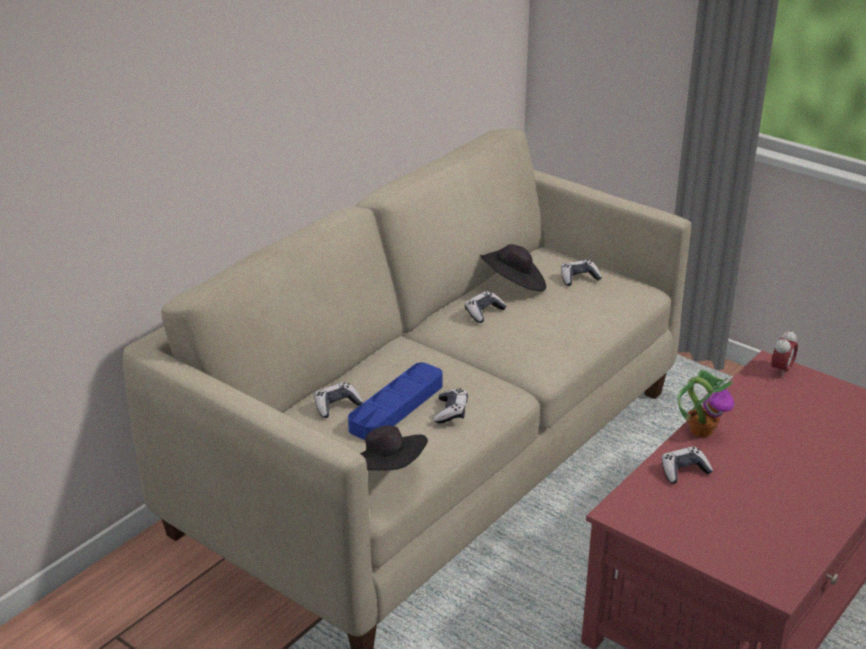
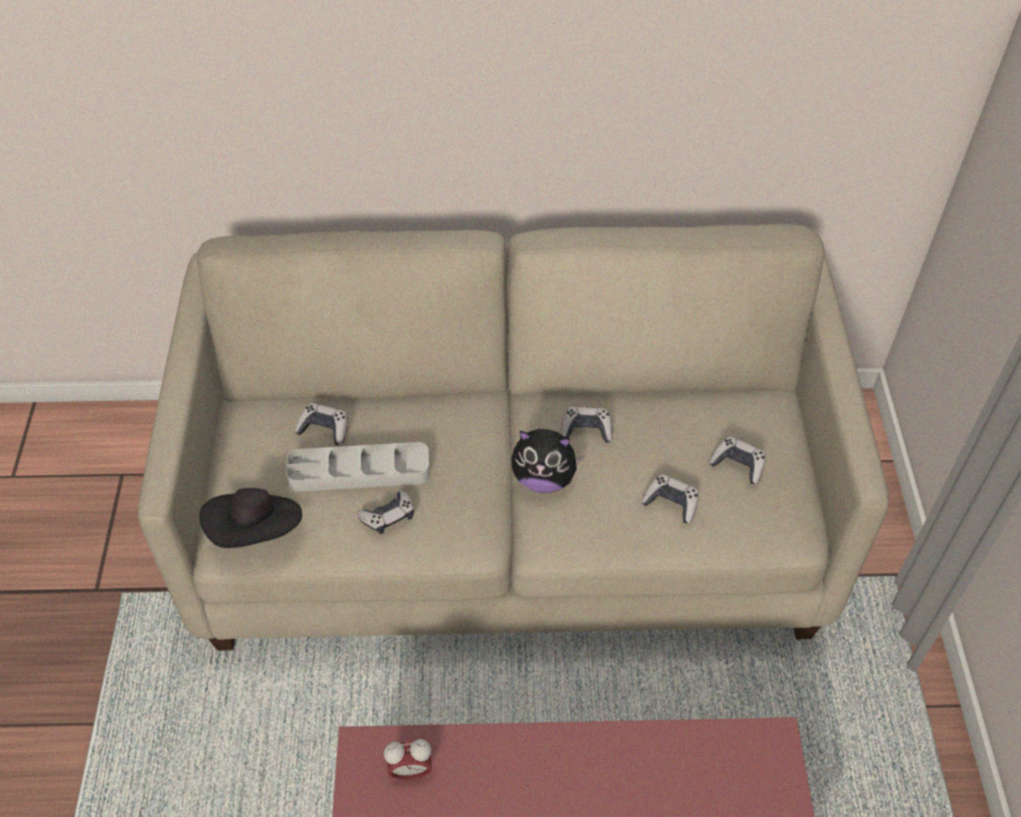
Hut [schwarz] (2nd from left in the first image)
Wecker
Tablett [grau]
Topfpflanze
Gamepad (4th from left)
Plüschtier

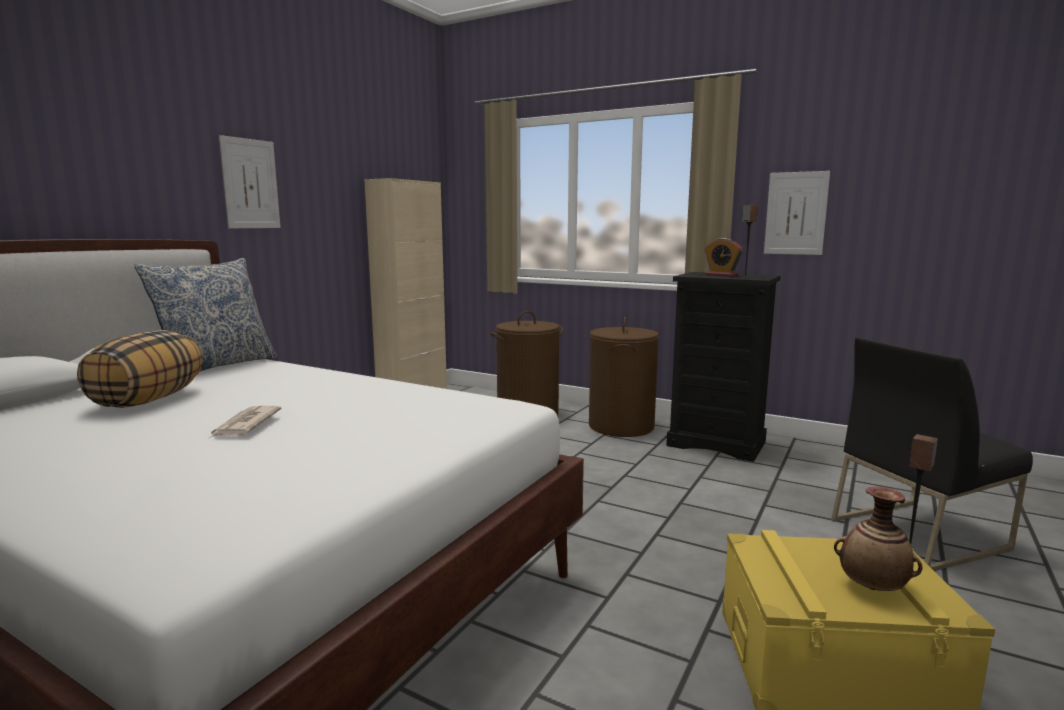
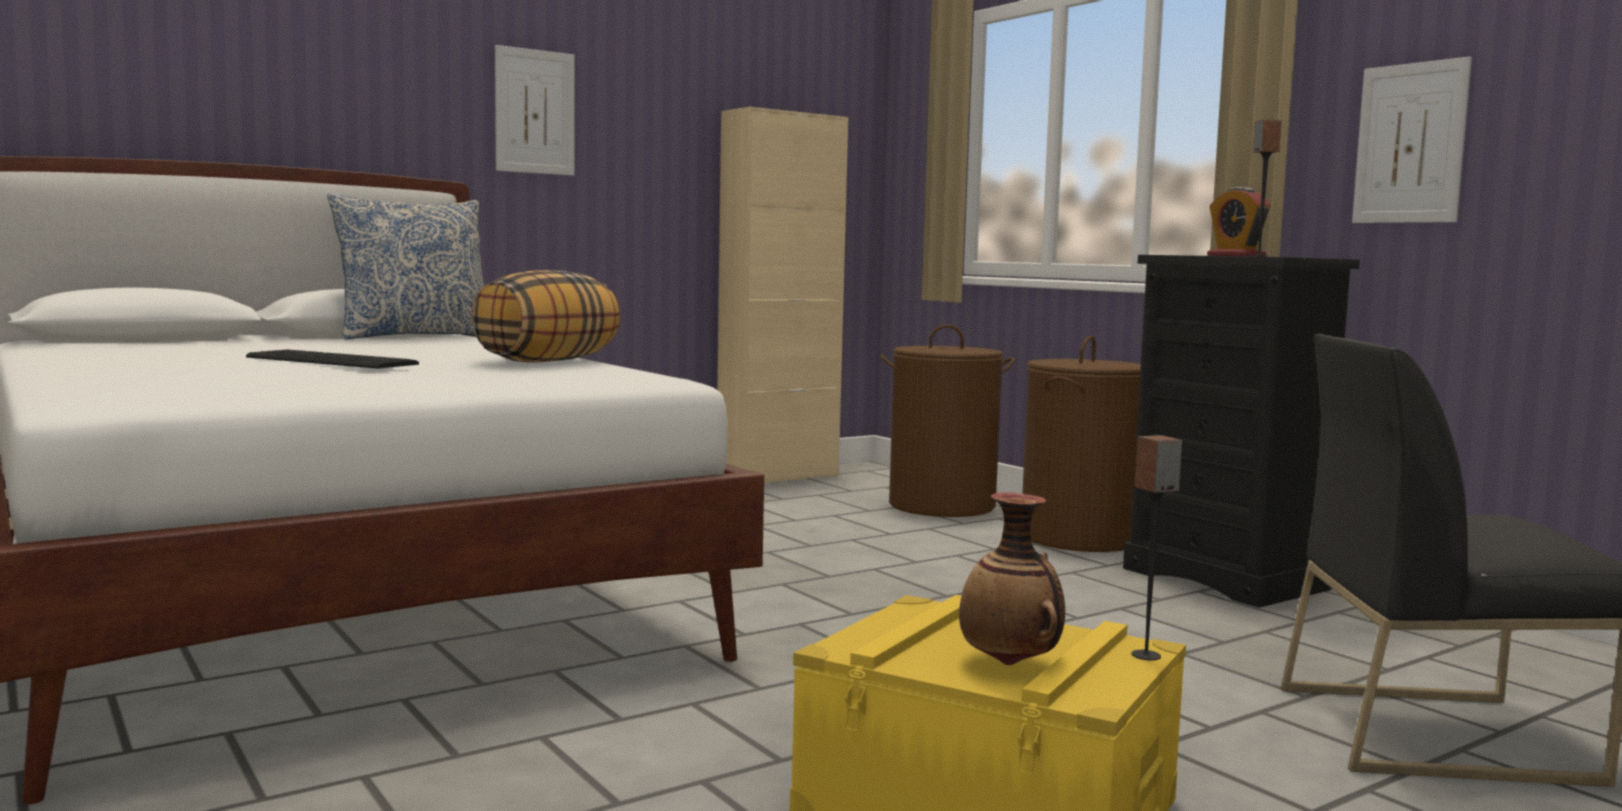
Kissen (2nd from left)
Tastatur

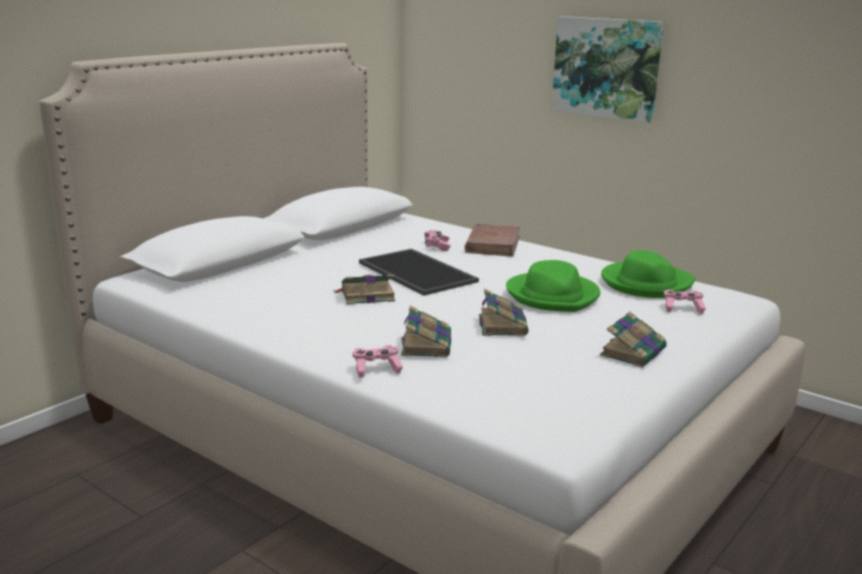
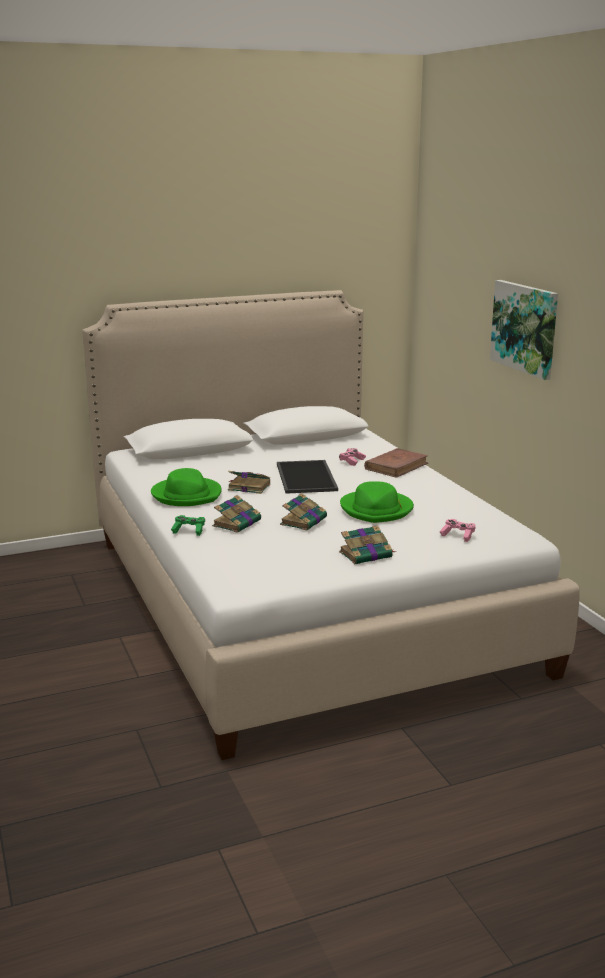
Hut [grün] (1st from left)
Gamepad [grün]

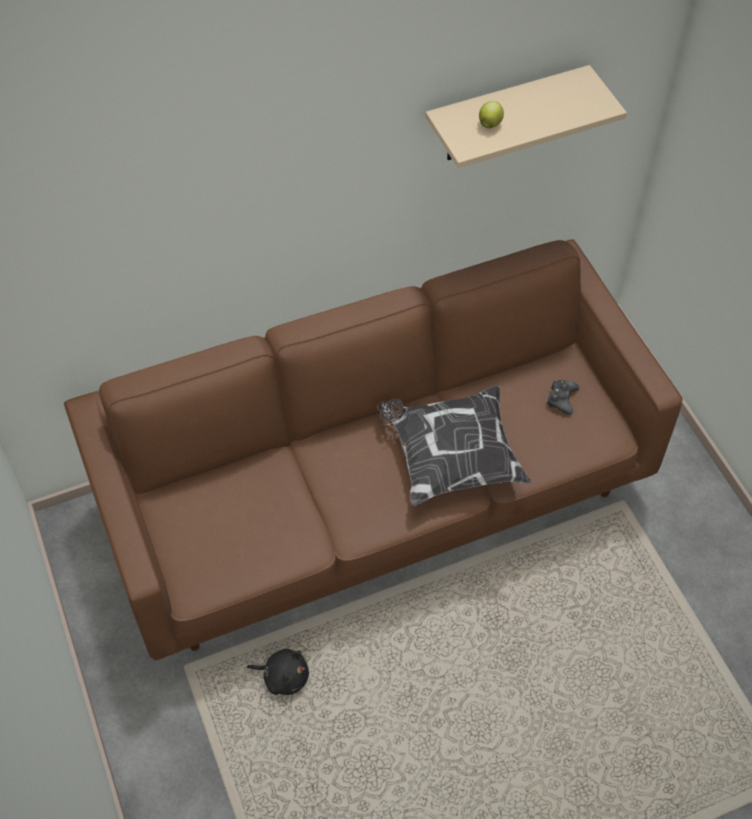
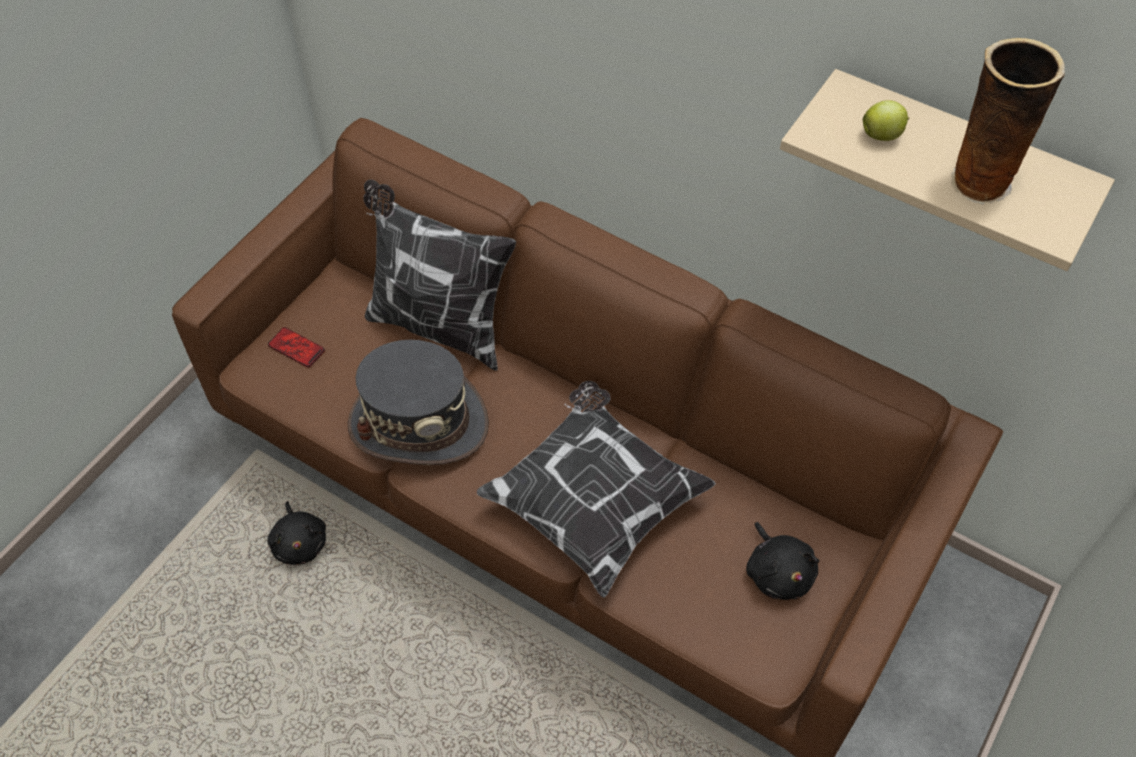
Plüschtier [schwarz] (2nd from left)
Vase
Kissen (1st from left)
Handy
Hut [grau]

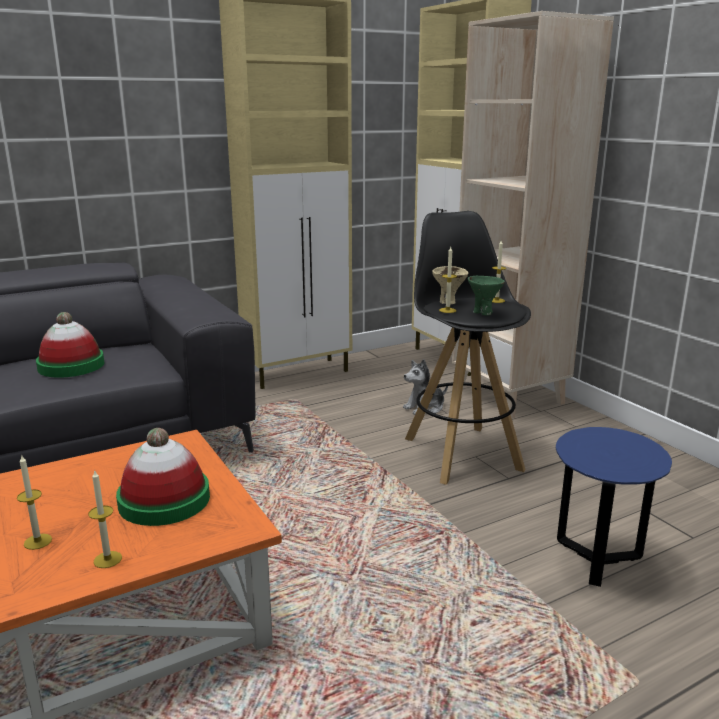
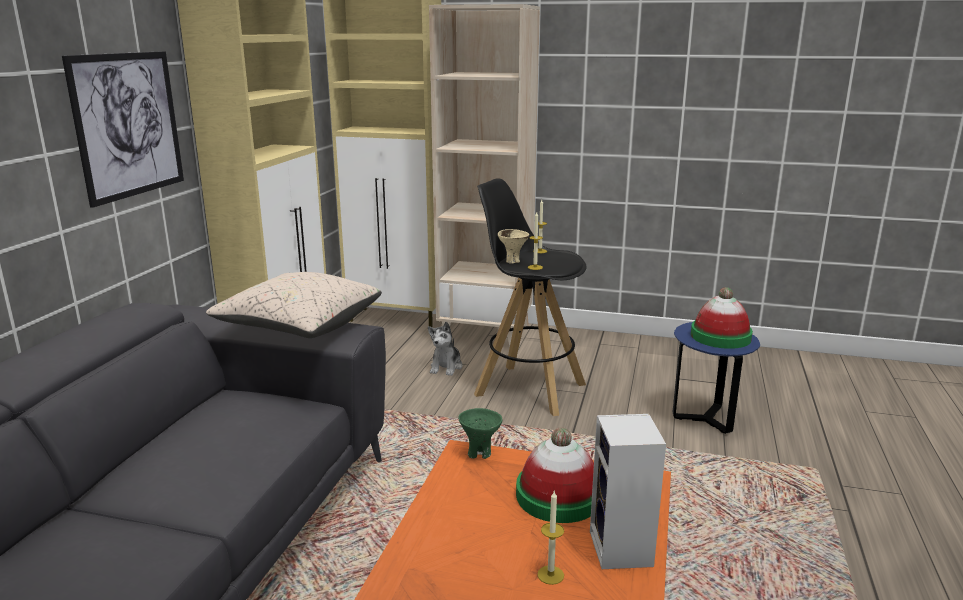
Schüssel [grün]
Hut (2nd from left)
Lautsprecher
Bild
Kissen [beige]

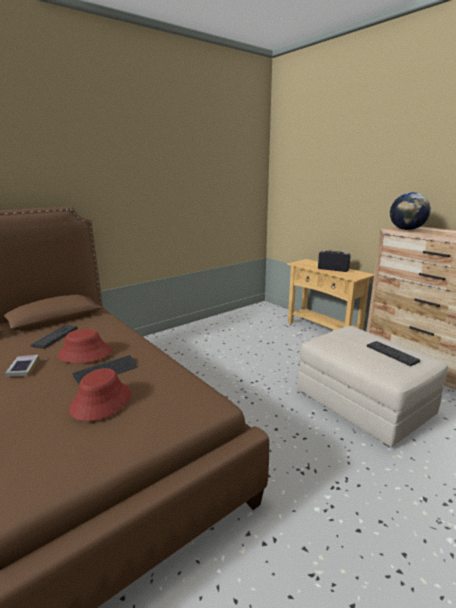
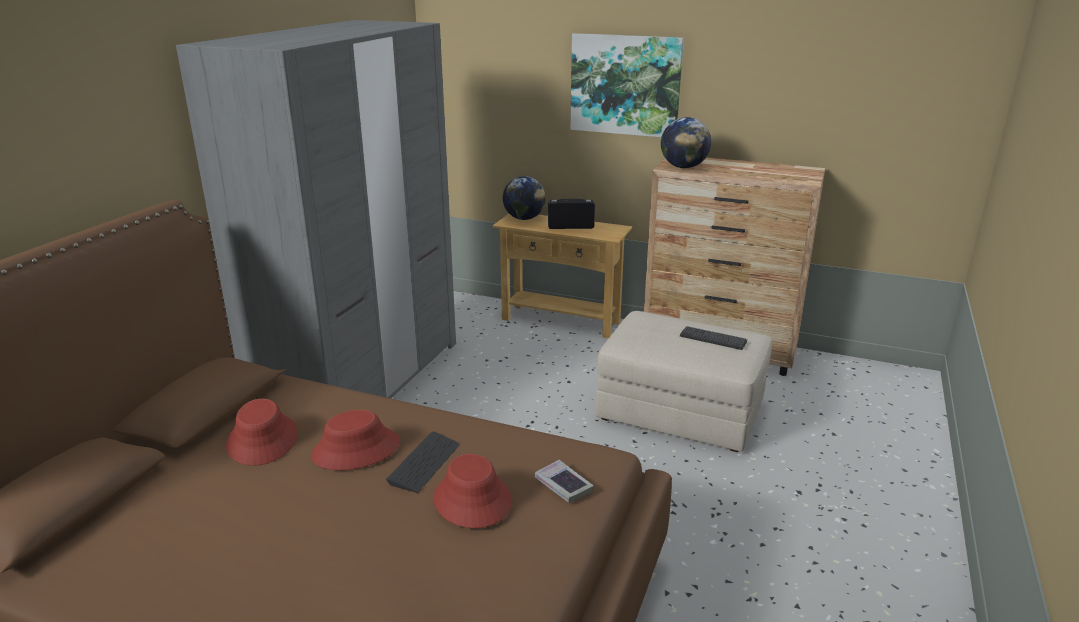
Hut [rot] (1st from left)
Buch
Kleiderschrank [grau]
Bild
Globus (1st from left)

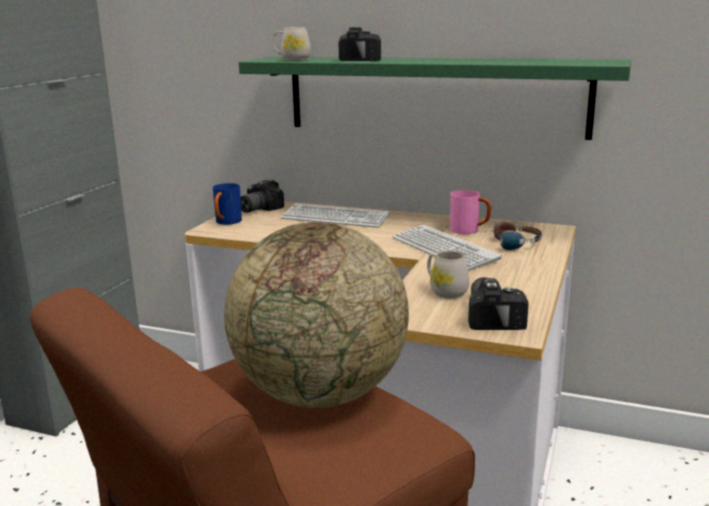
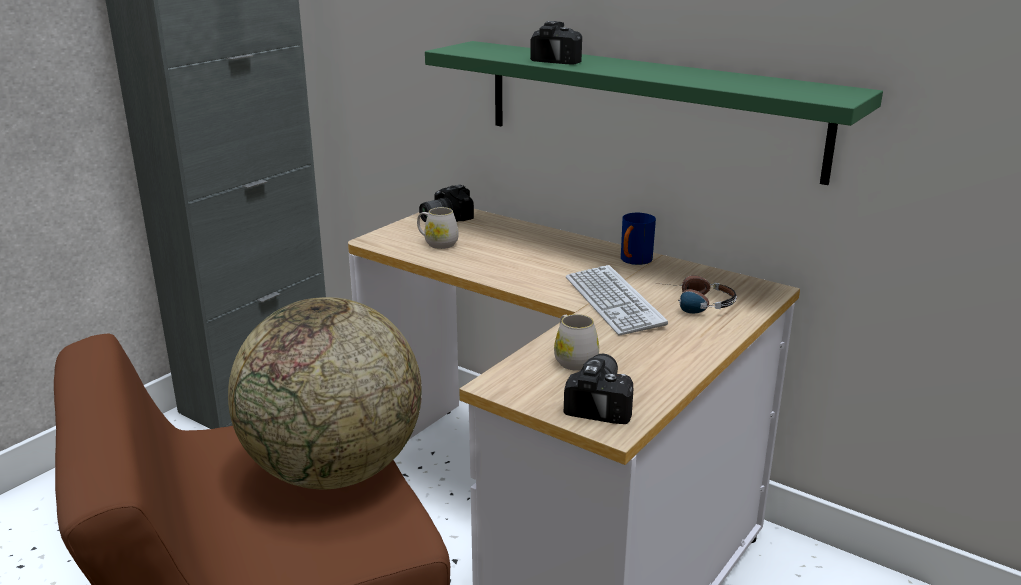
Henkelbecher [weiß] (1st from left)
Henkelbecher [blau]
Henkelbecher [rosa]
Tastatur (1st from left in the first image)

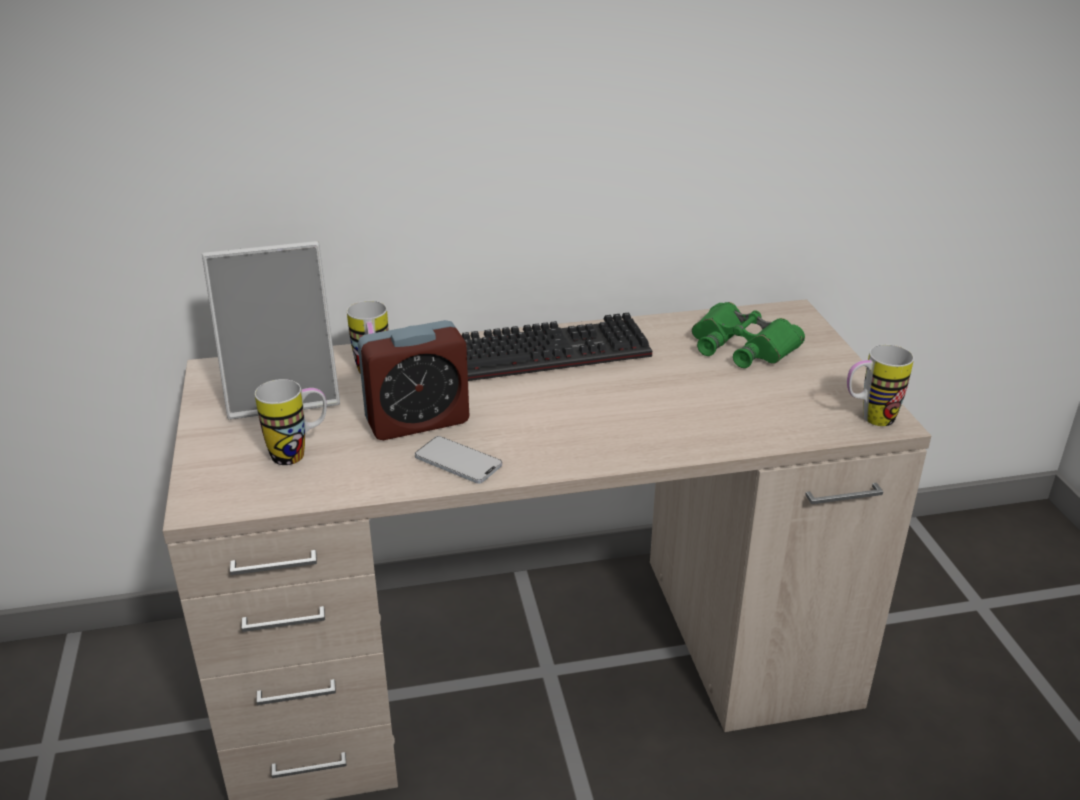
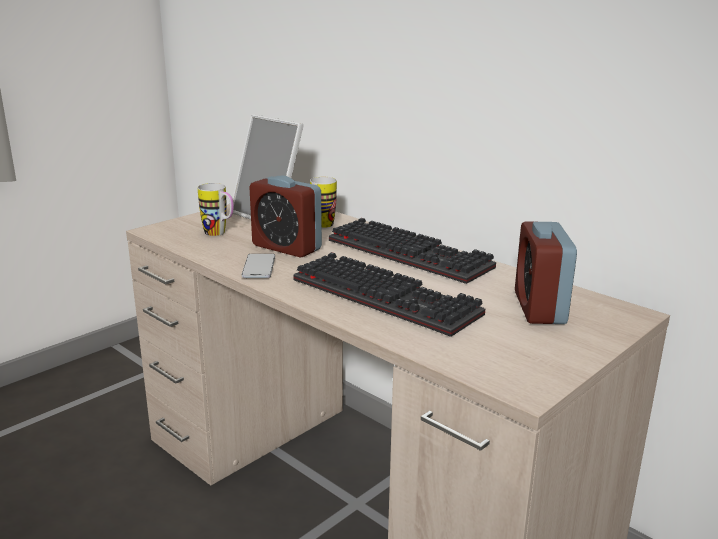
Wecker (2nd from left)
Henkelbecher (3rd from left in the first image)
Tastatur (1st from left)

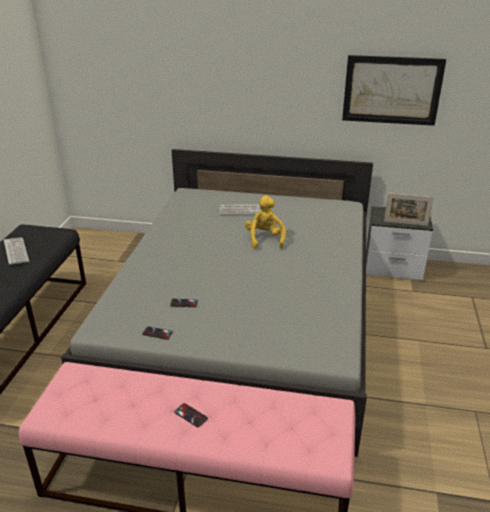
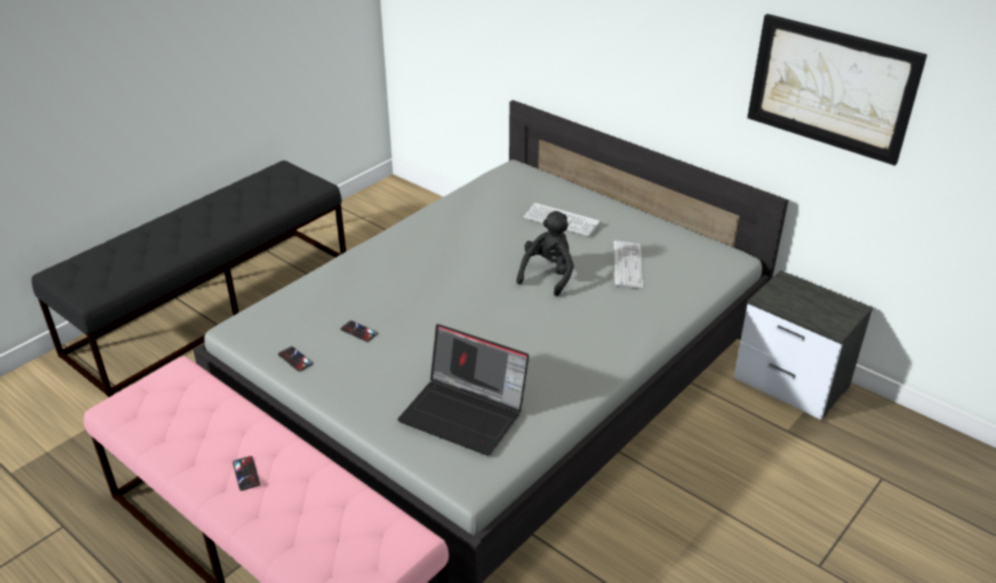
Bilderrahmen
Plüschtier [schwarz]
Tastatur (2nd from left)
Laptop

